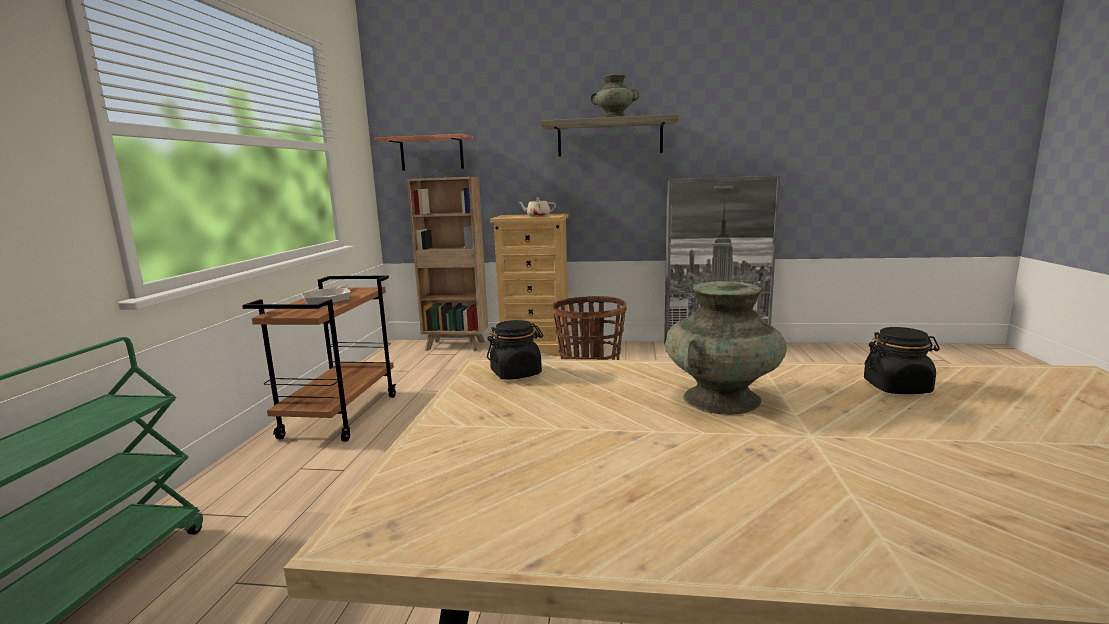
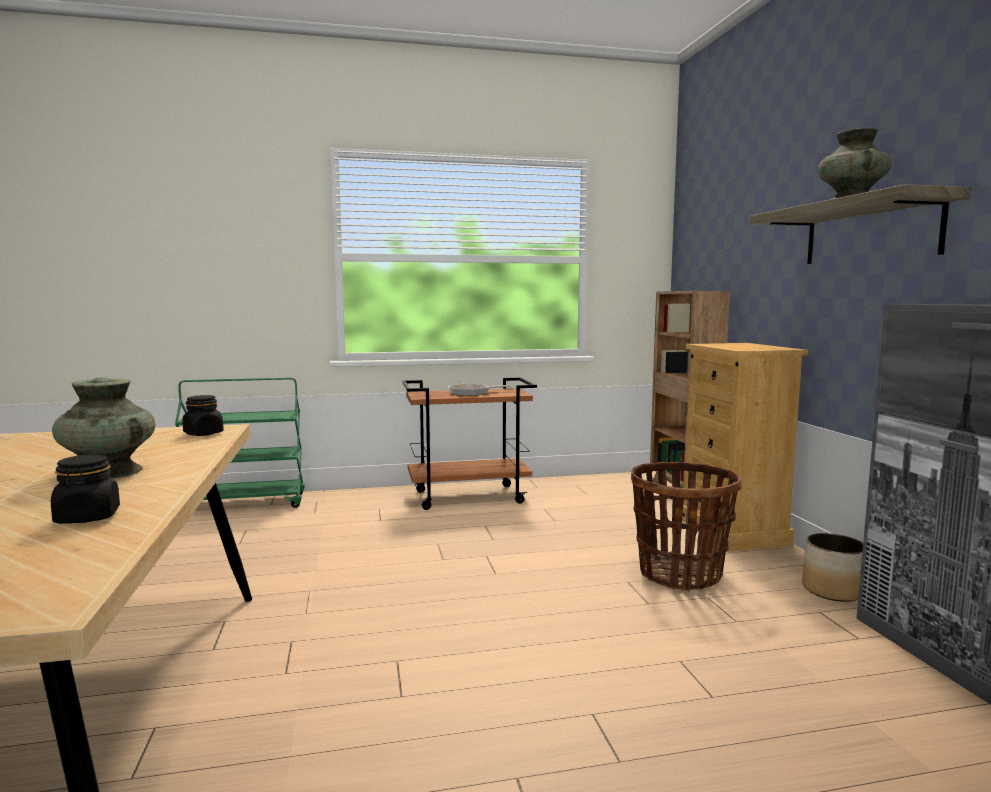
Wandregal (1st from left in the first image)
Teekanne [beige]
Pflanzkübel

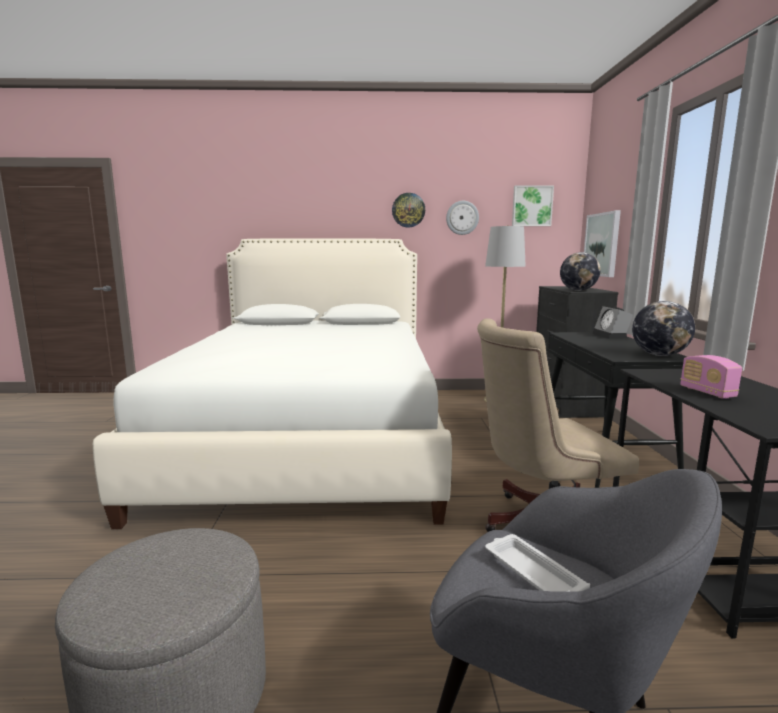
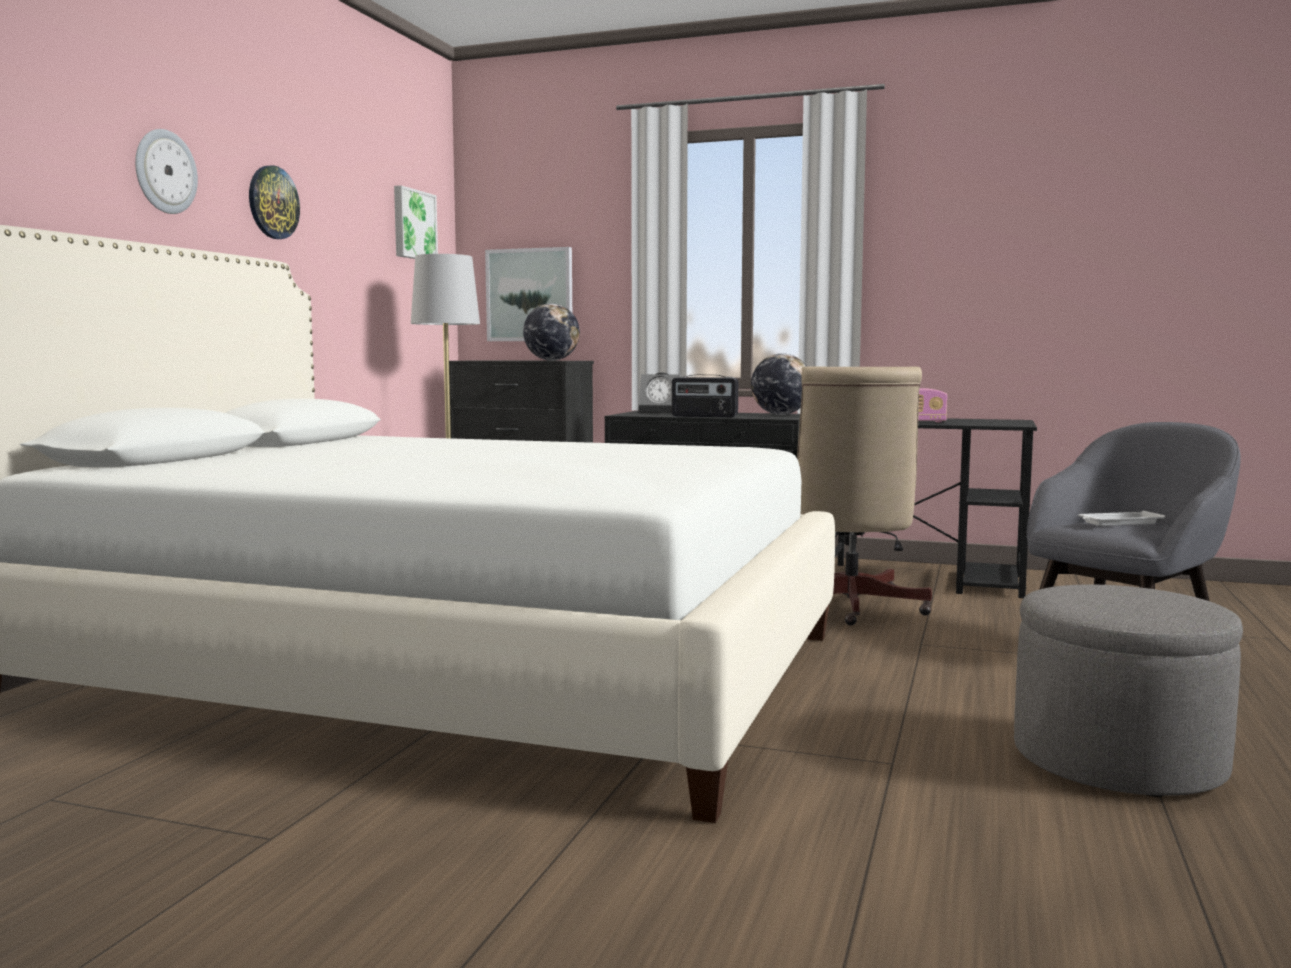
Wanduhr (1st from left)
Radio (1st from left)

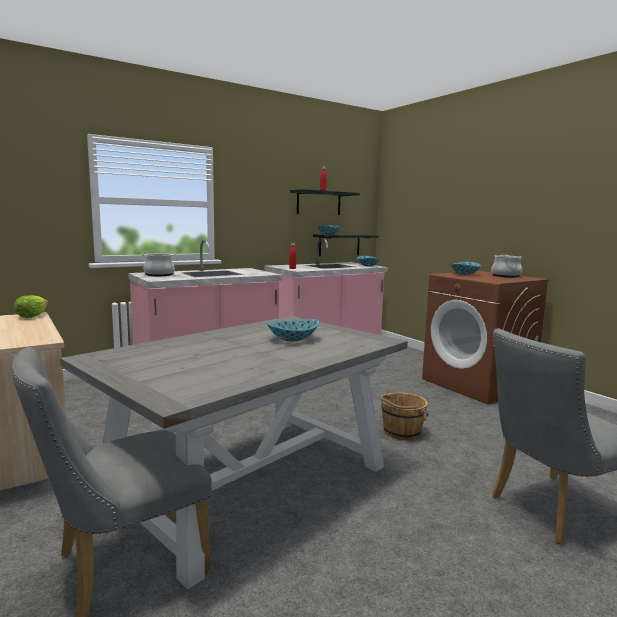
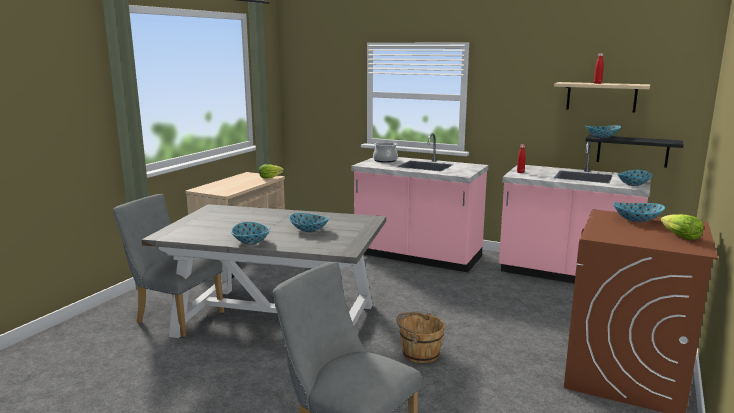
Wandregal [beige]
Salatkopf (2nd from left)
Schüssel (1st from left)

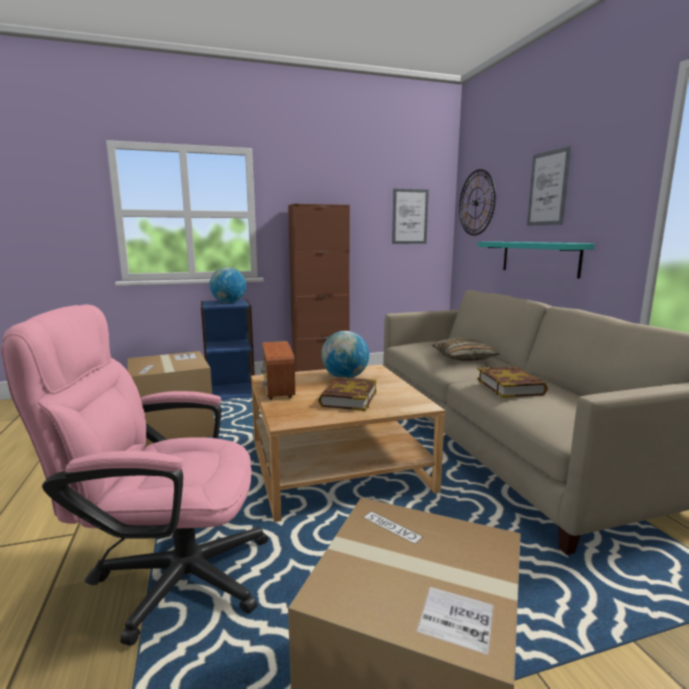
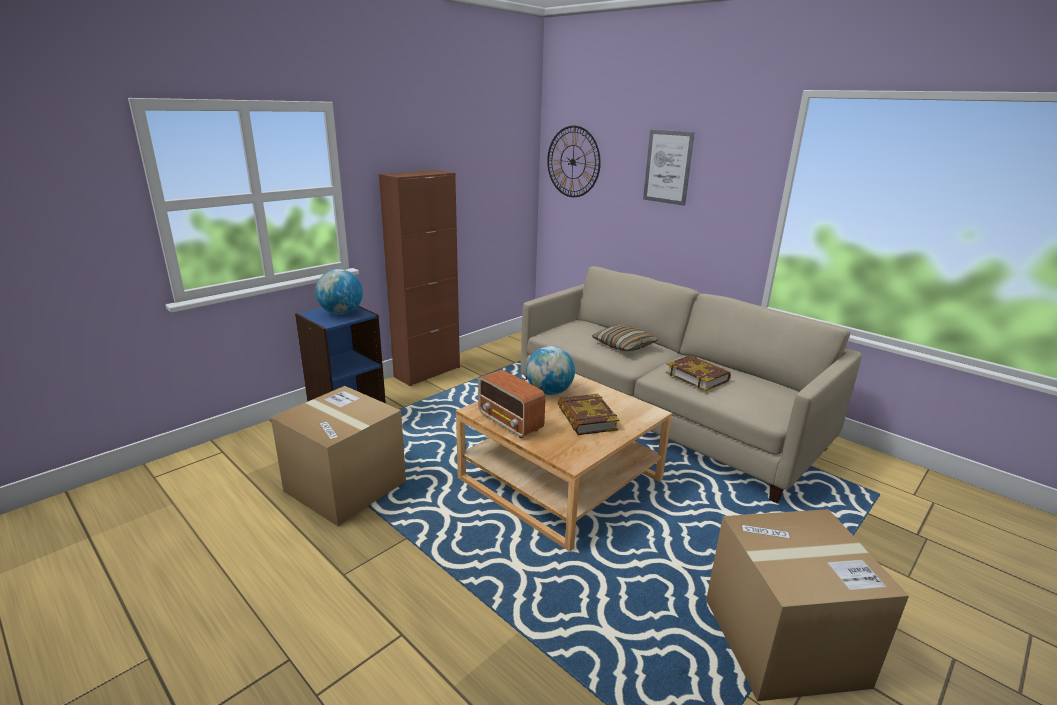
Bild (1st from left in the first image)
Wandregal [türkis]
Bürostuhl [rosa]

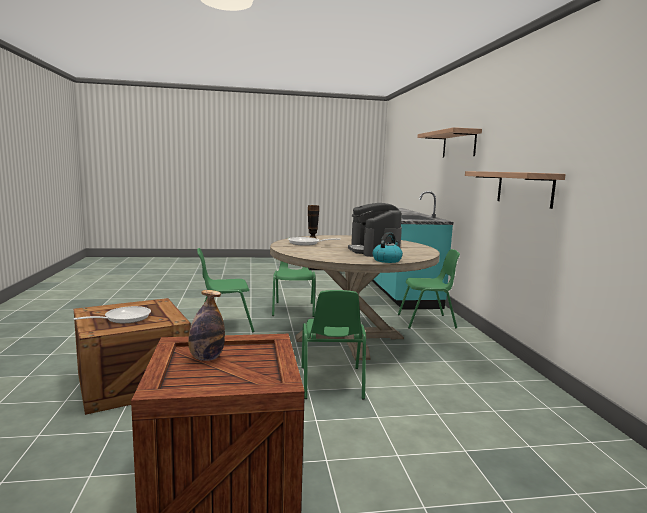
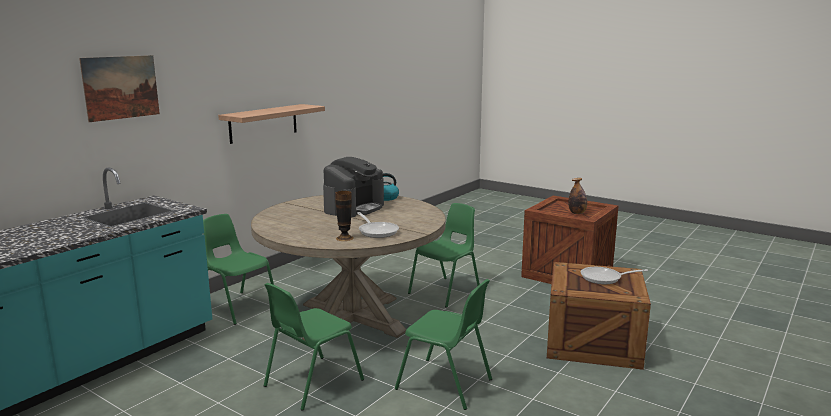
Bild

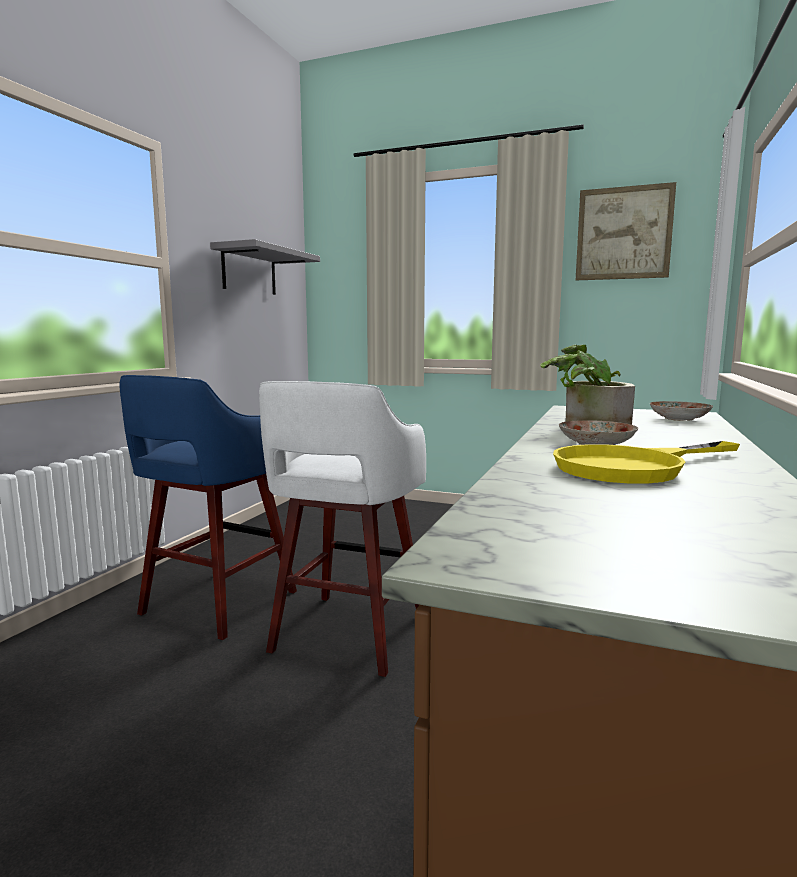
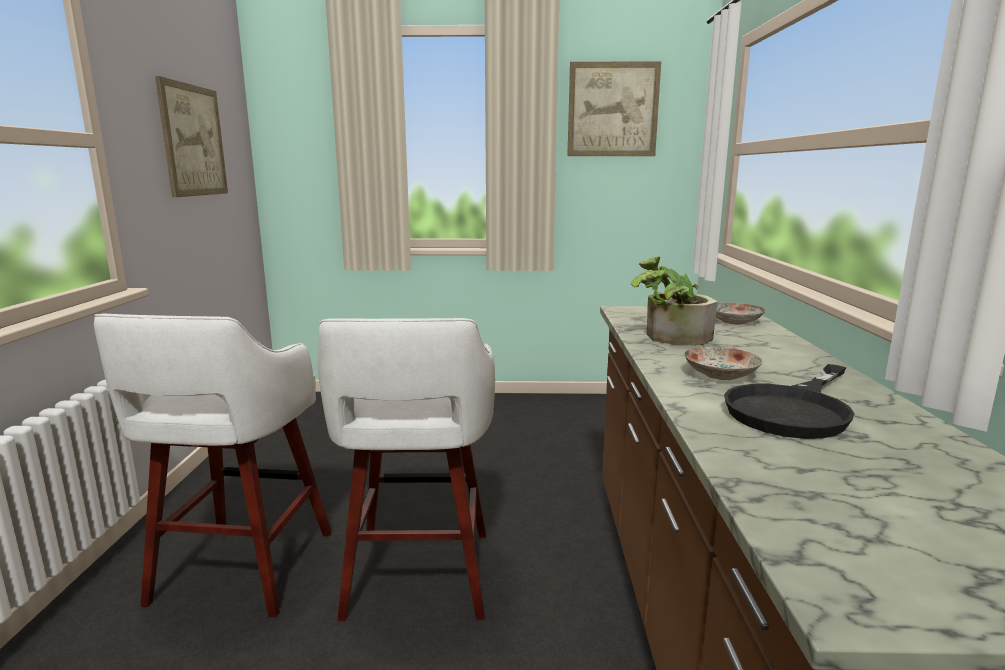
Bild (1st from left)
Hocker [weiß] (1st from left)
Pfanne [schwarz]

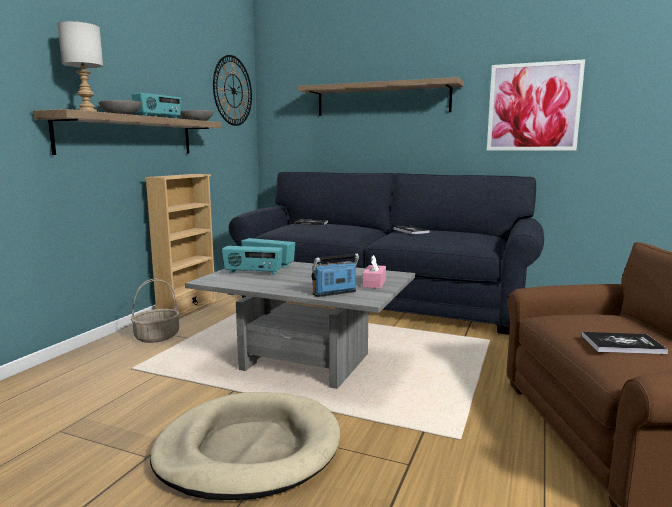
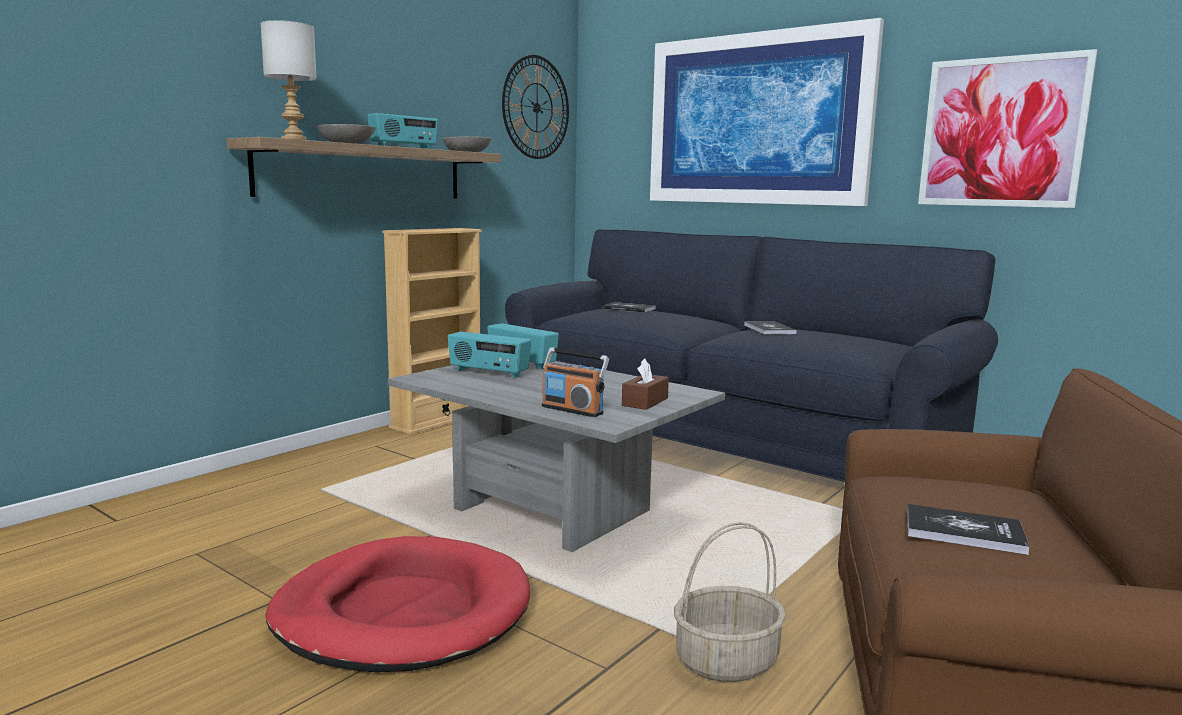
Bild (1st from left)
Radio (4th from left)
Taschentuchbox [braun]
Korb
Hundebett [rot]

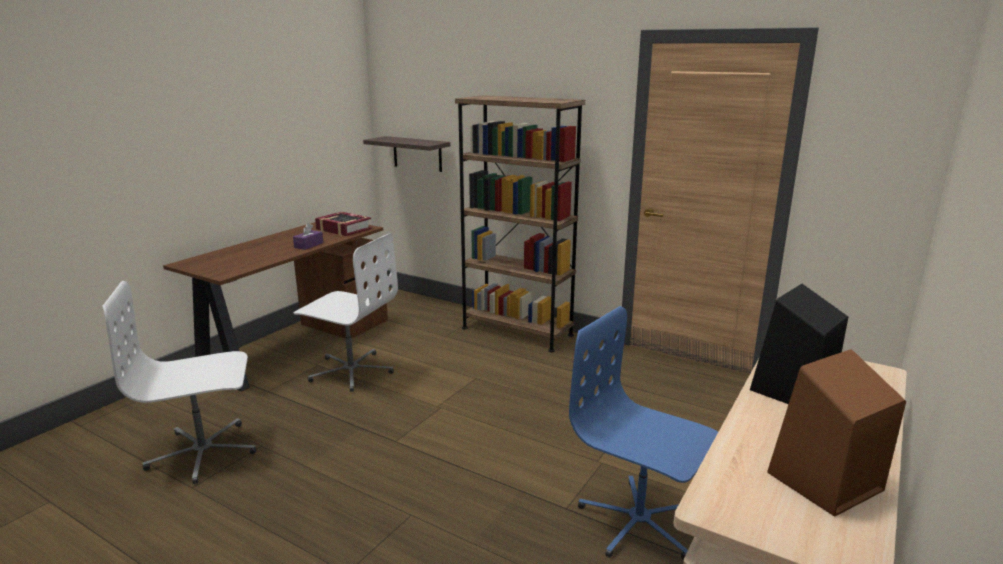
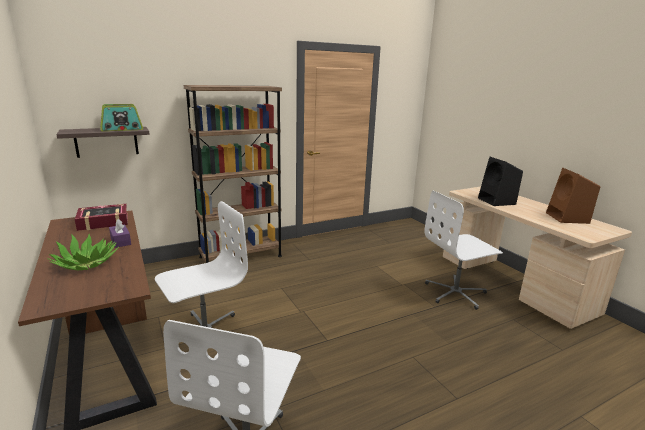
Bürostuhl [weiß] (3rd from left)
Radio
Topfpflanze

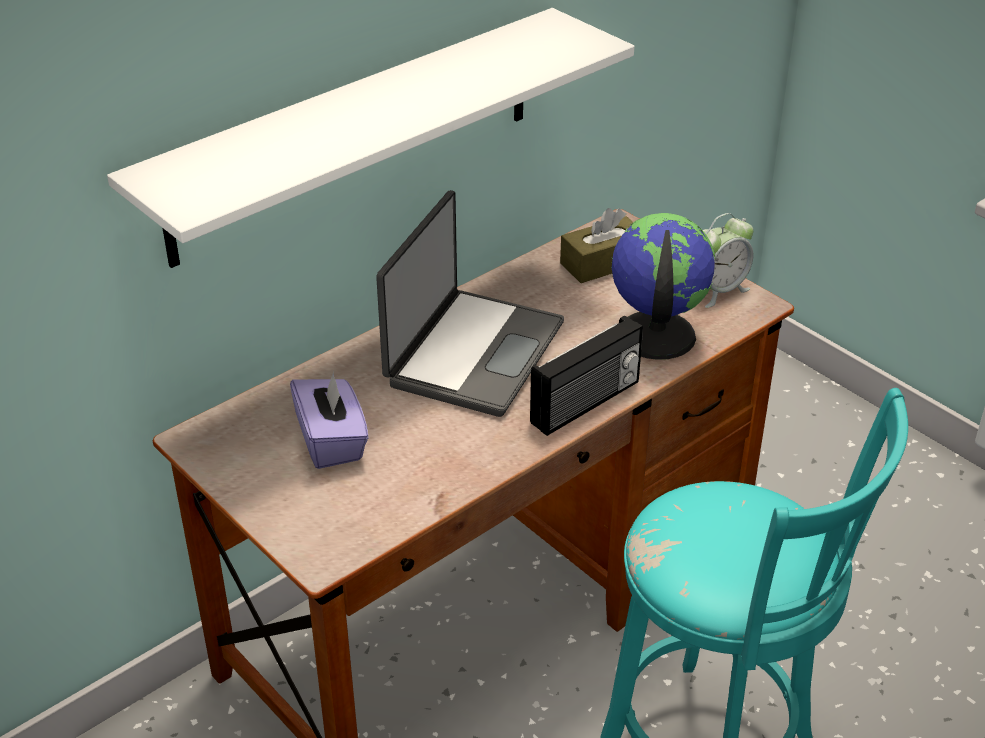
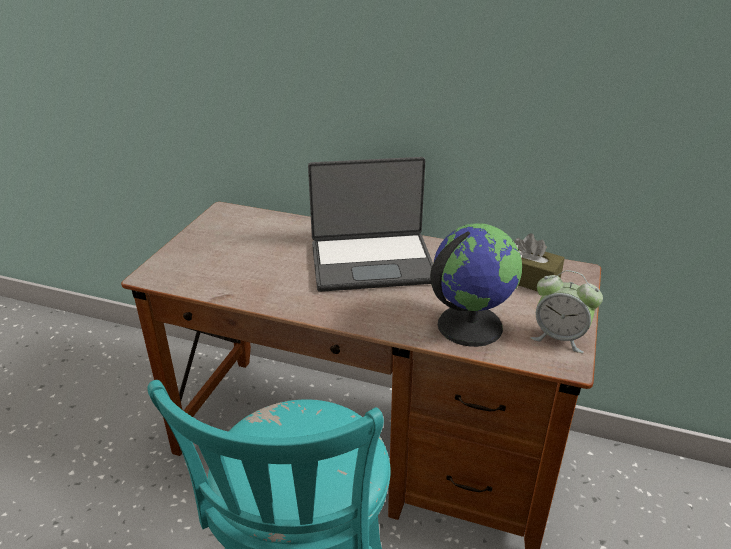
Wandregal [weiß]
Radio
Taschentuchbox [lila]

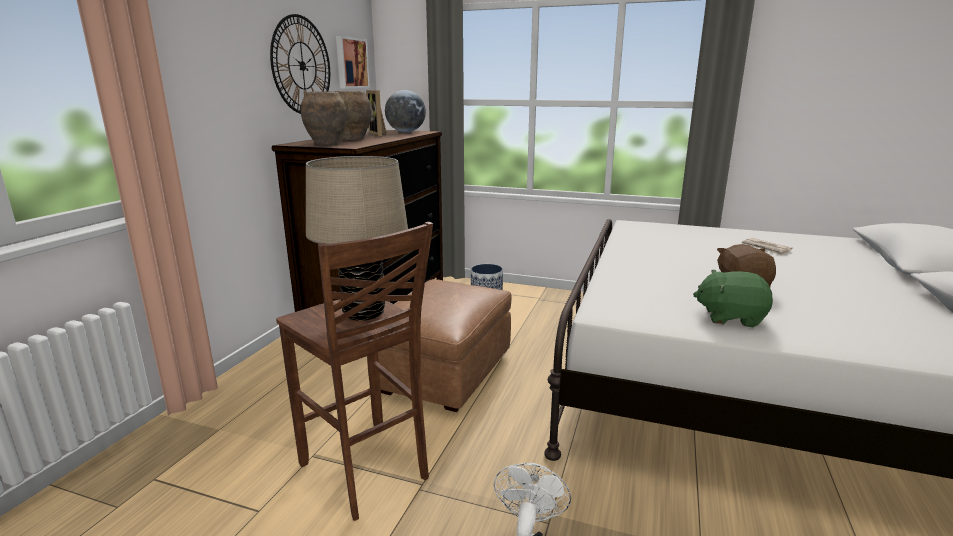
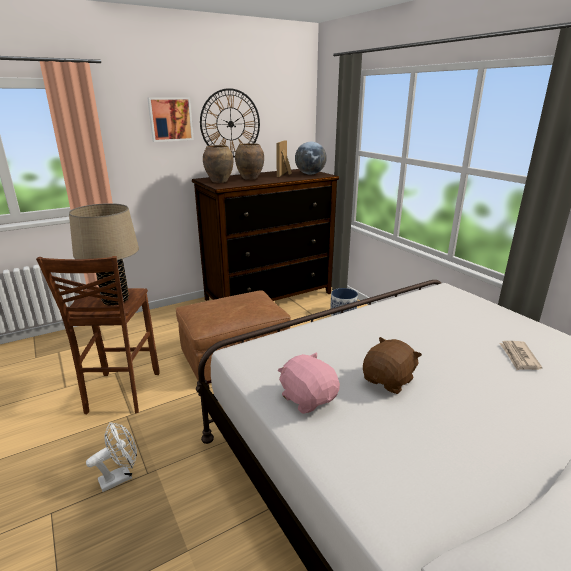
Bild
Plüschtier [rosa]

